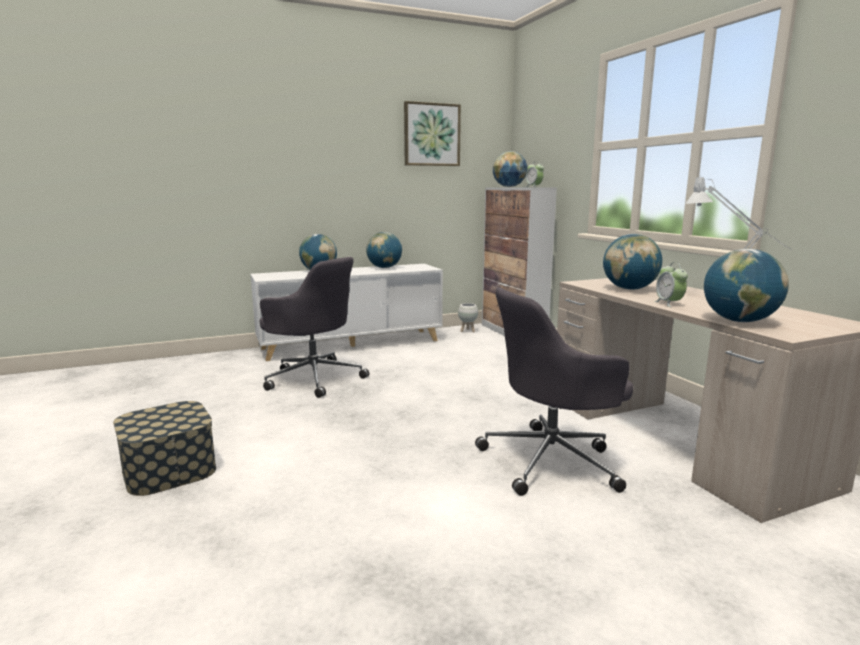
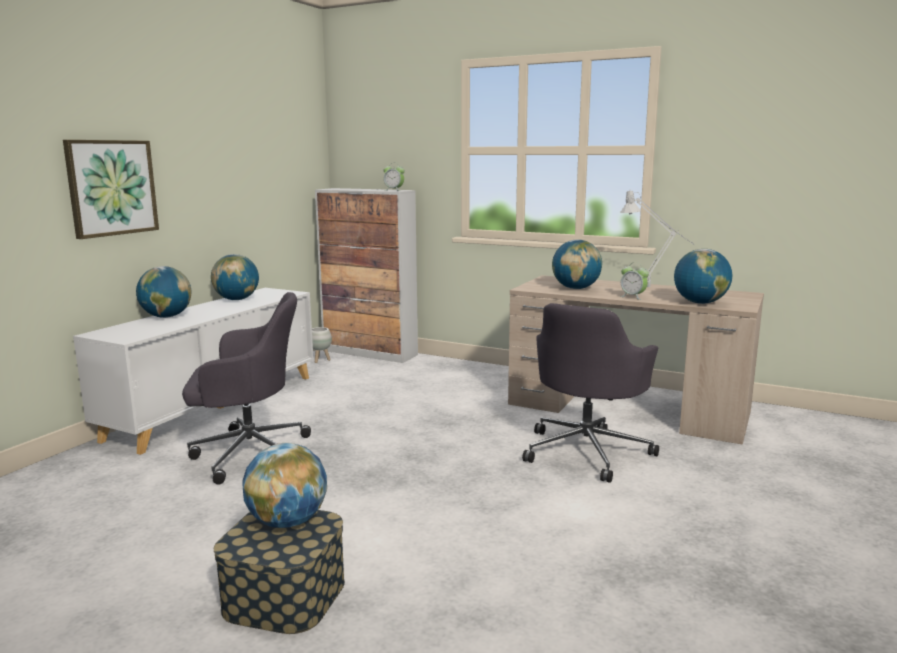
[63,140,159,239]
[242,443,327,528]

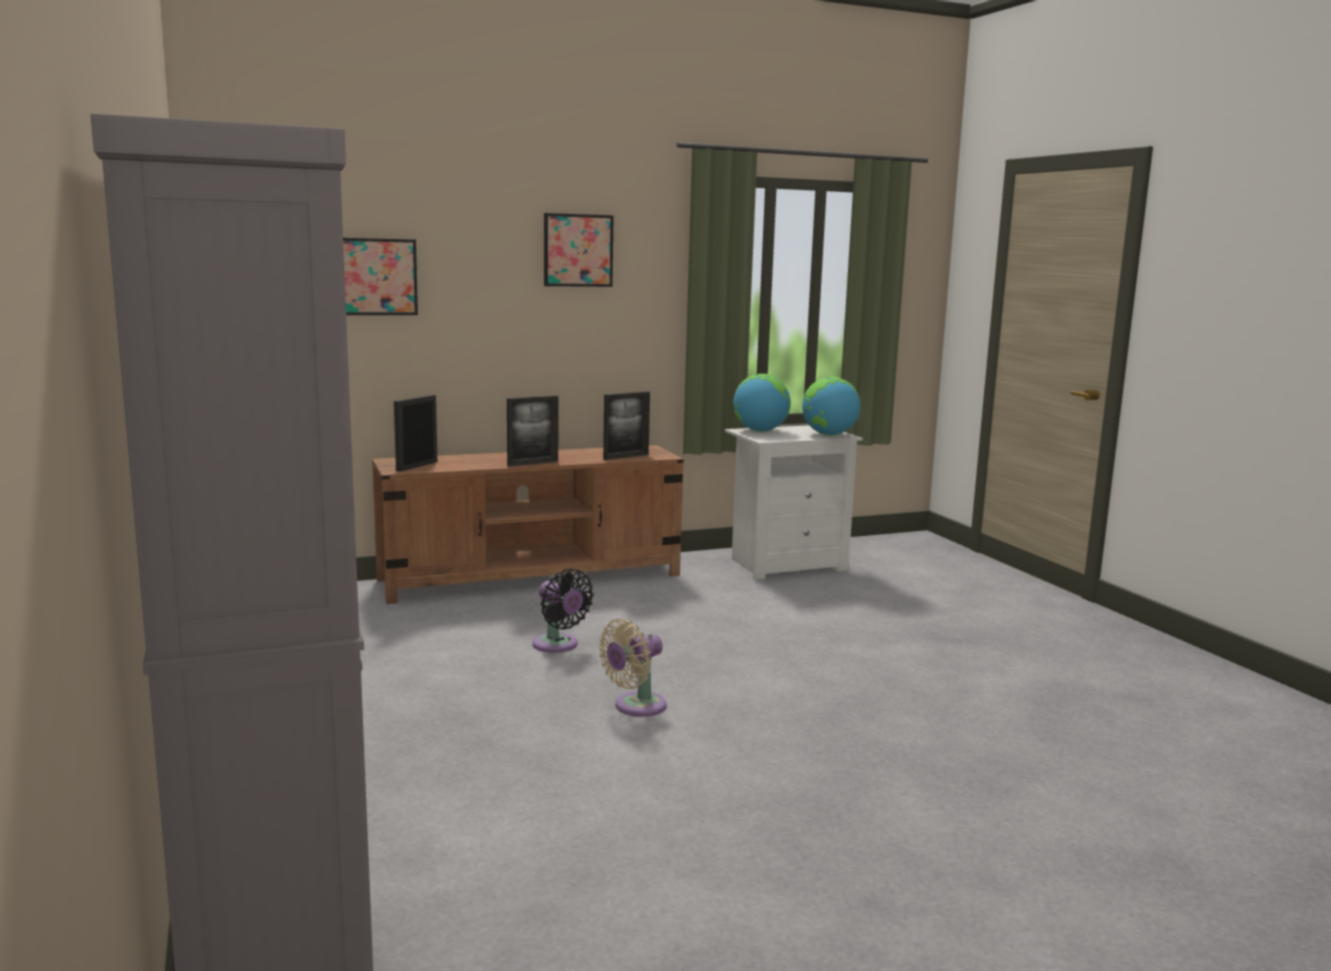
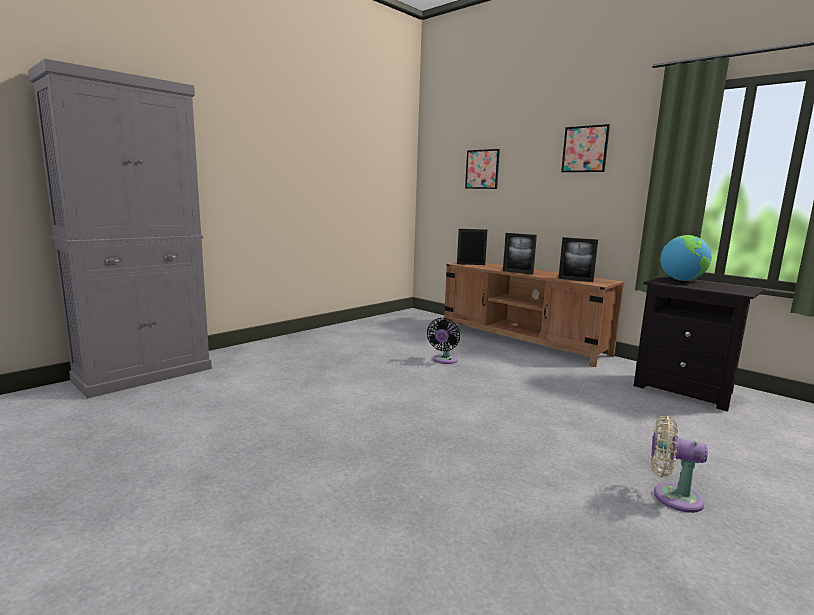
[802,377,860,436] (first image)
[633,276,765,412]
[651,416,708,513]

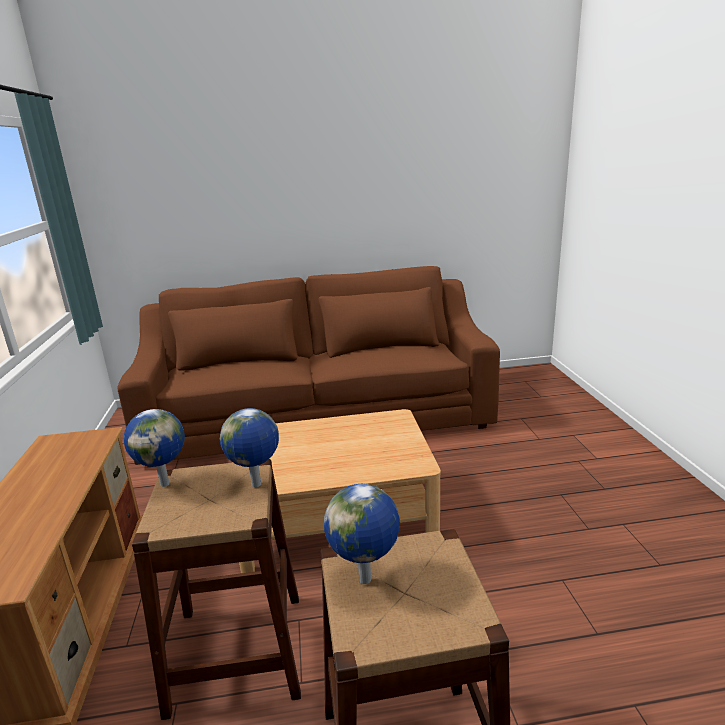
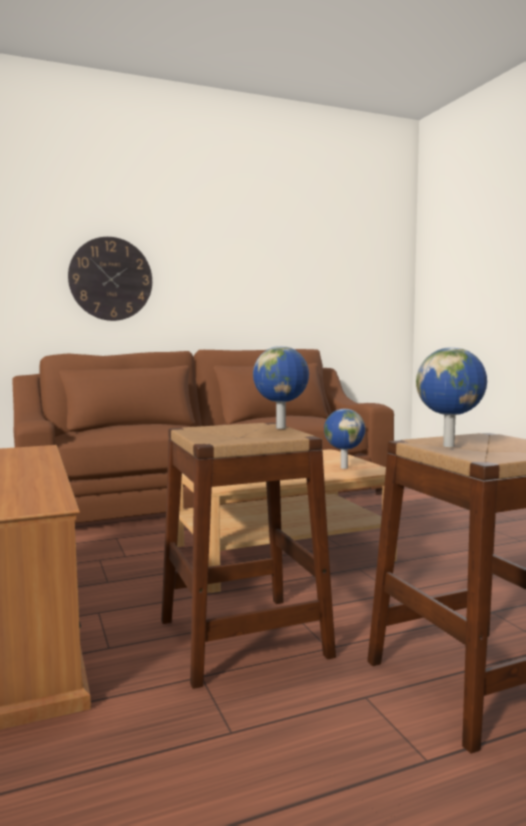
[324,409,365,469]
[68,237,152,321]

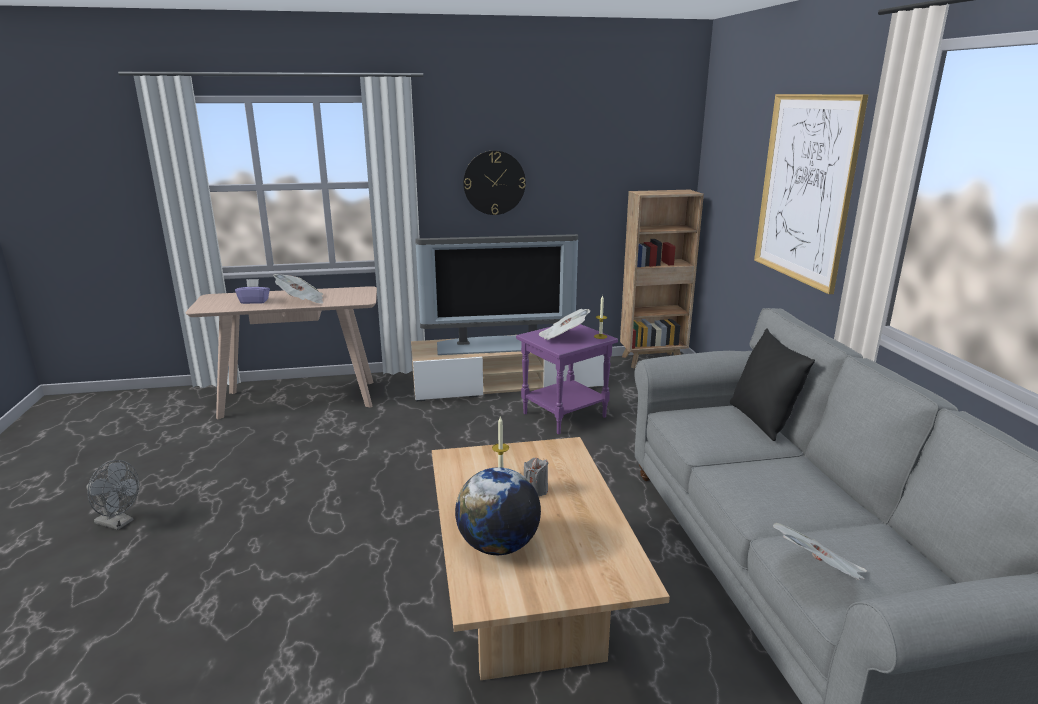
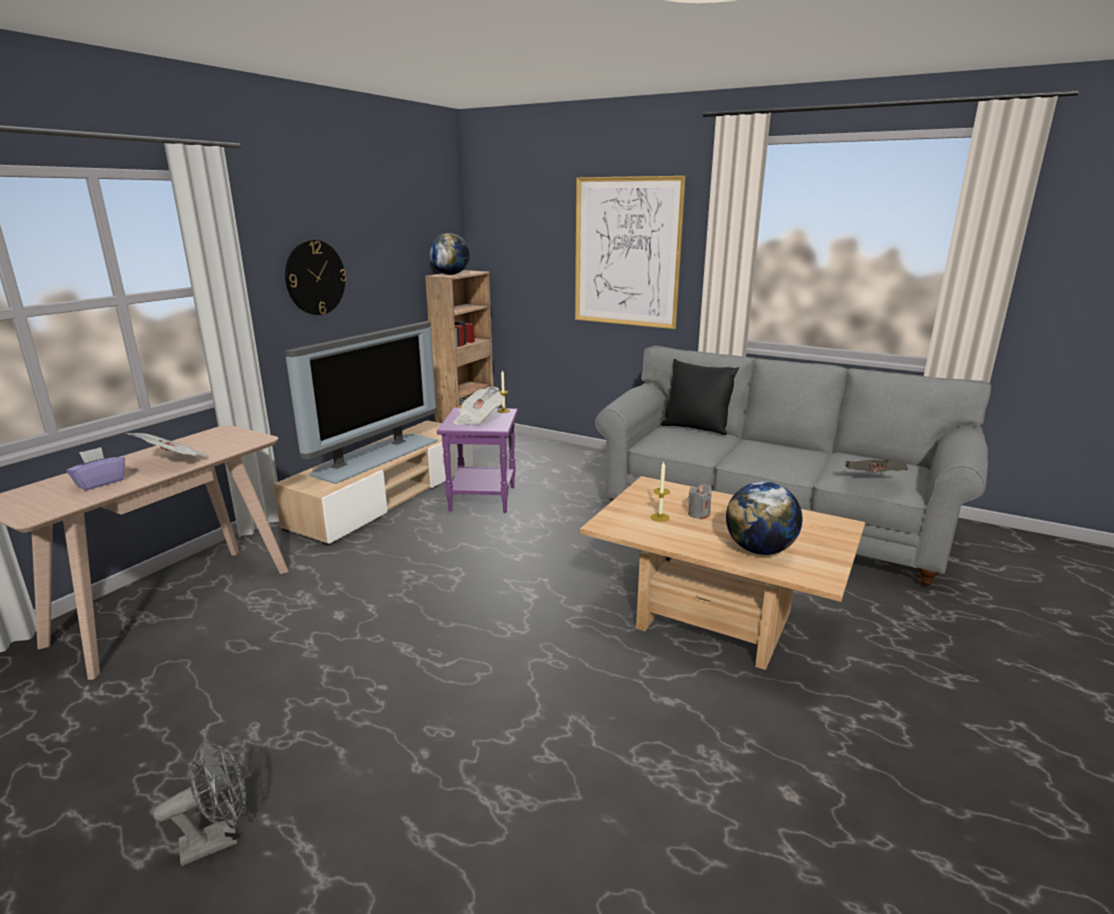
[429,233,470,275]

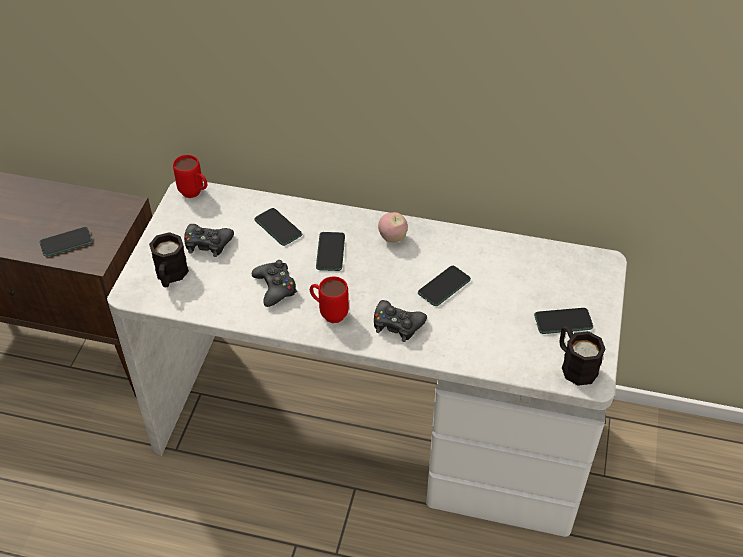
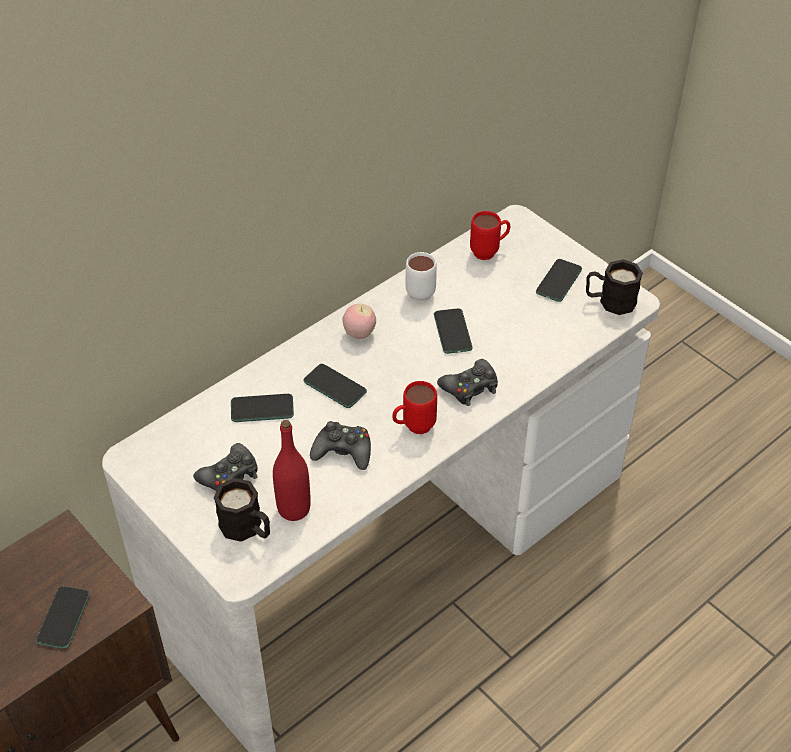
[470,211,510,260]
[406,252,437,302]
[273,420,311,521]

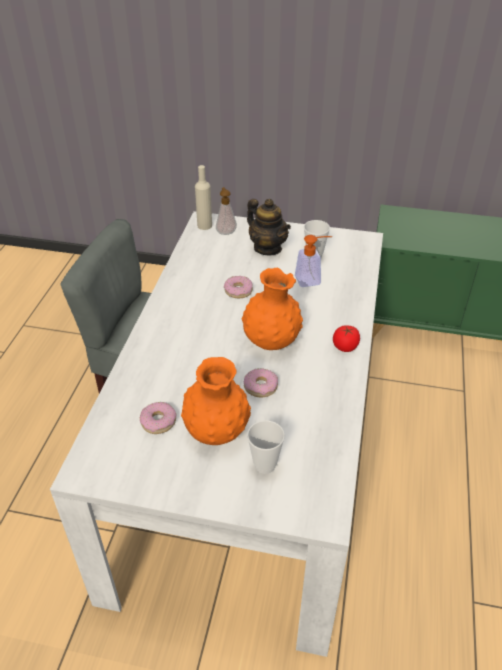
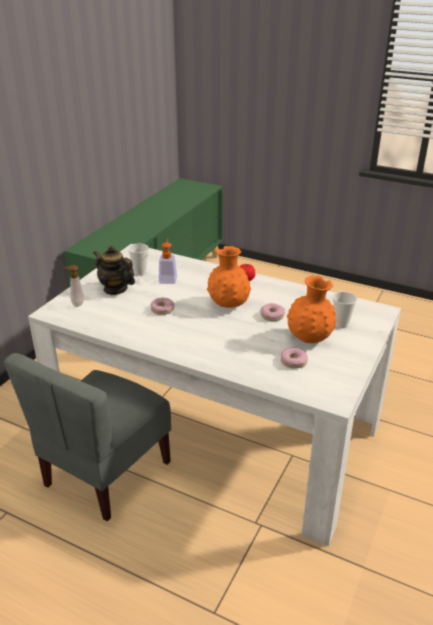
[195,165,212,230] (first image)
[93,246,135,295]

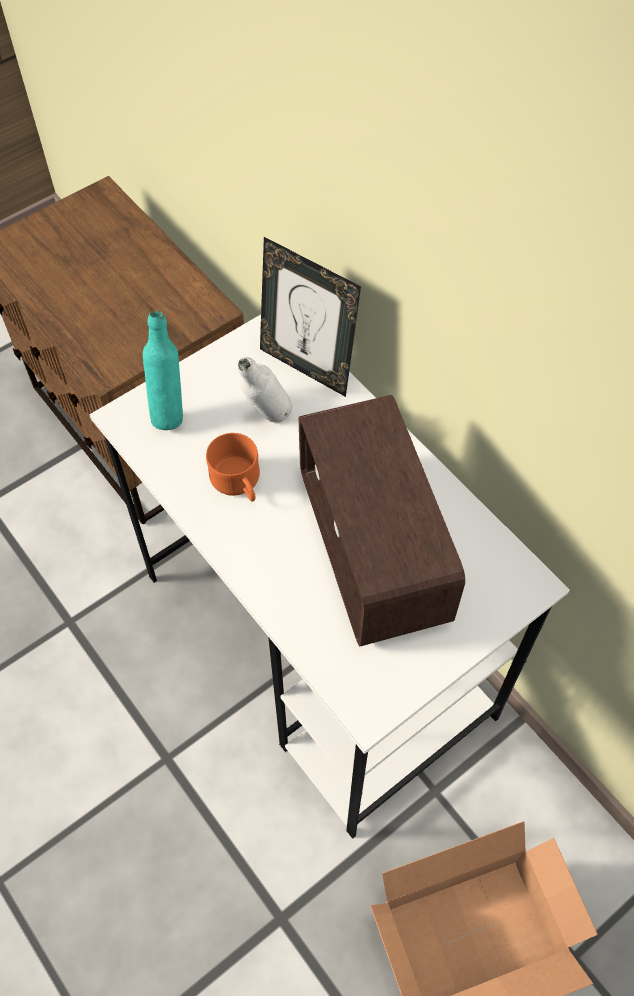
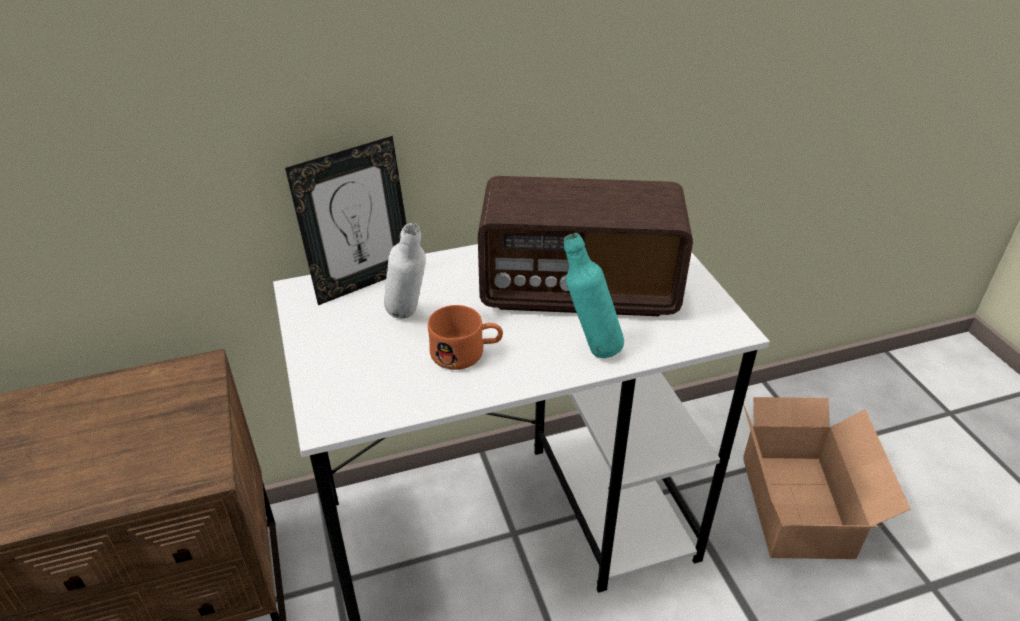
[564,233,624,358]

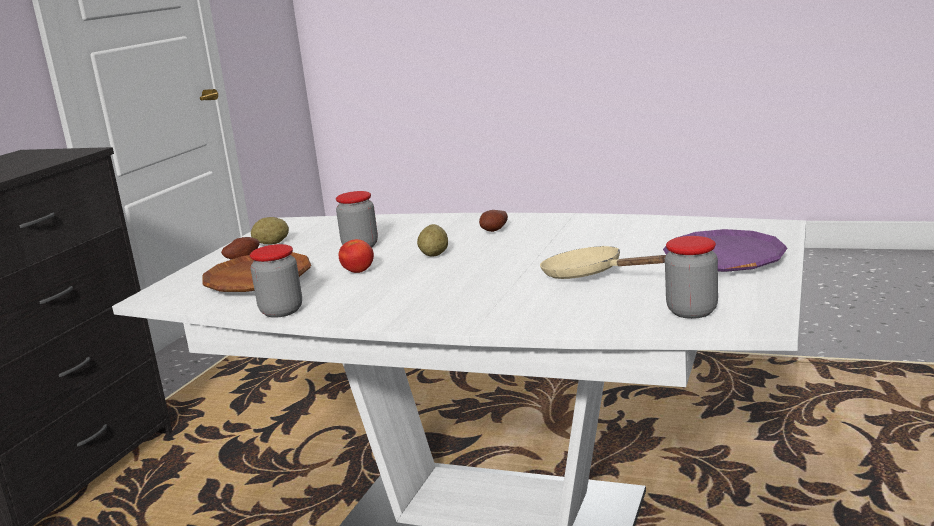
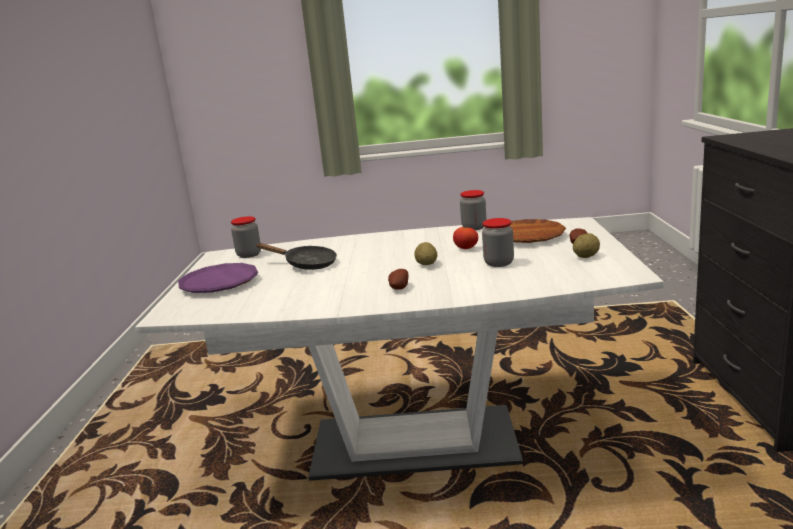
[256,243,337,270]

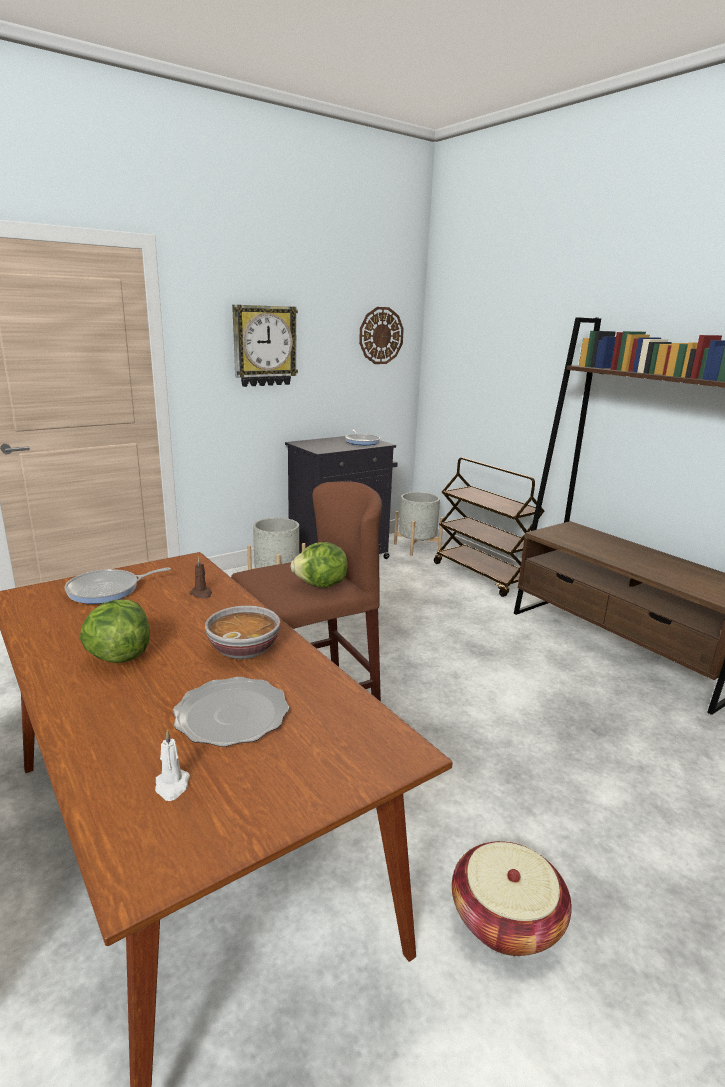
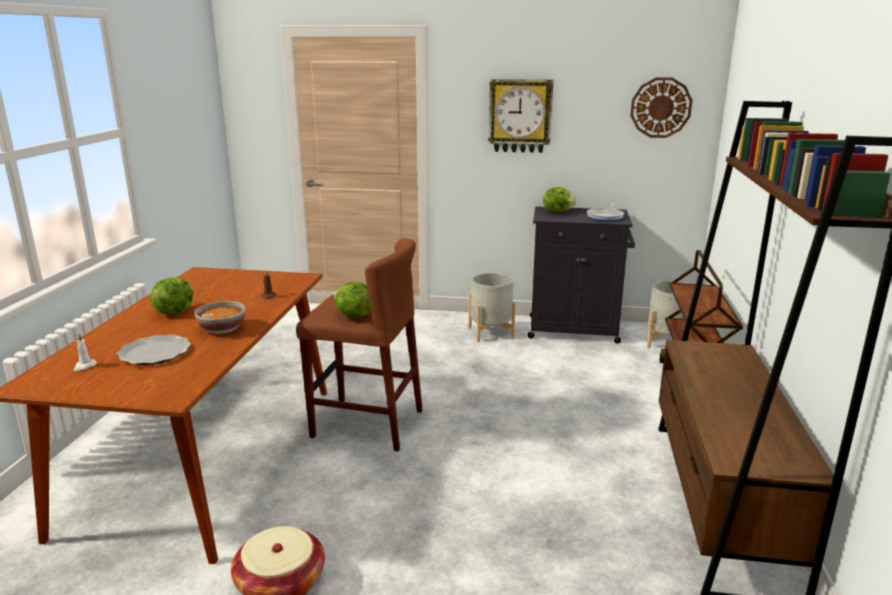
[65,567,171,604] (first image)
[543,187,577,213]

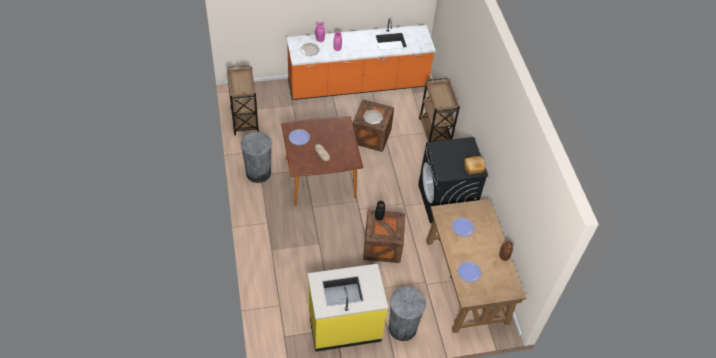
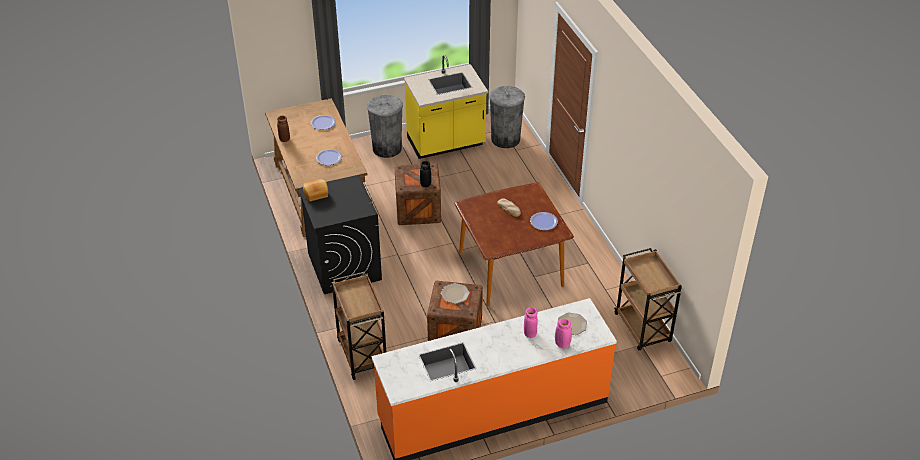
[489,86,525,148]

